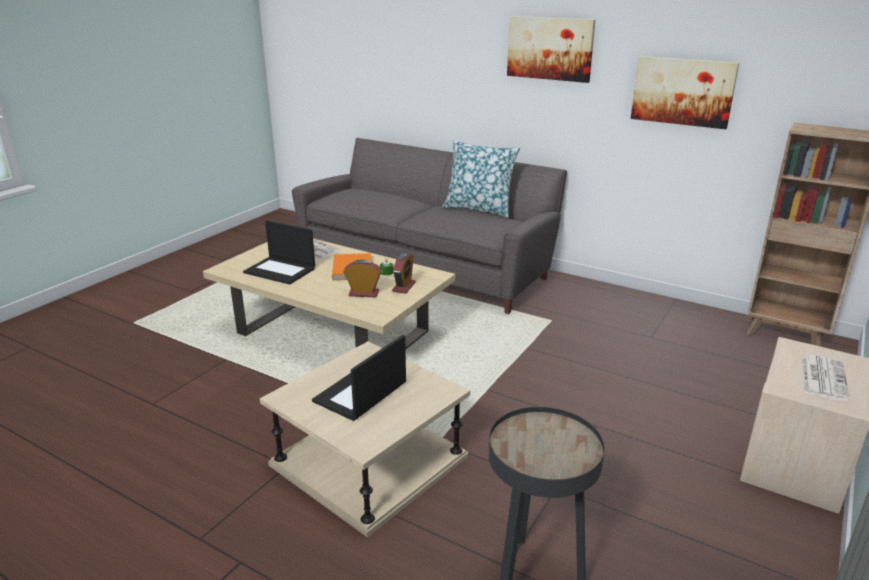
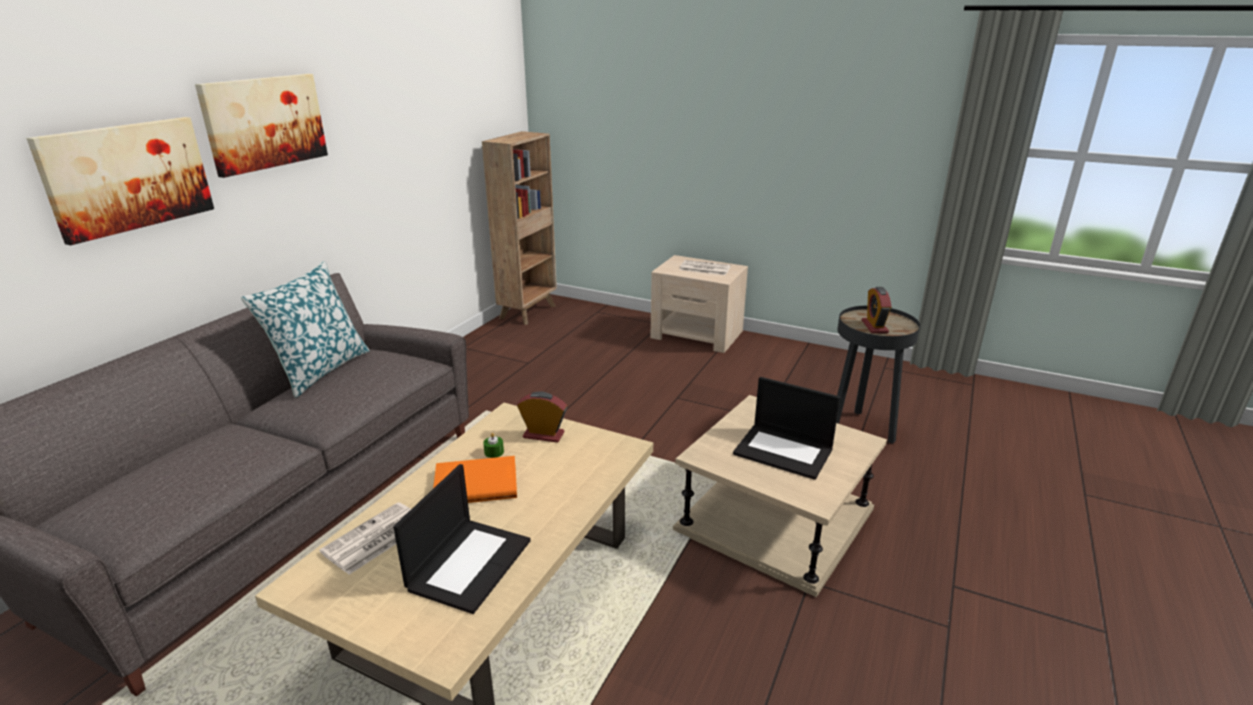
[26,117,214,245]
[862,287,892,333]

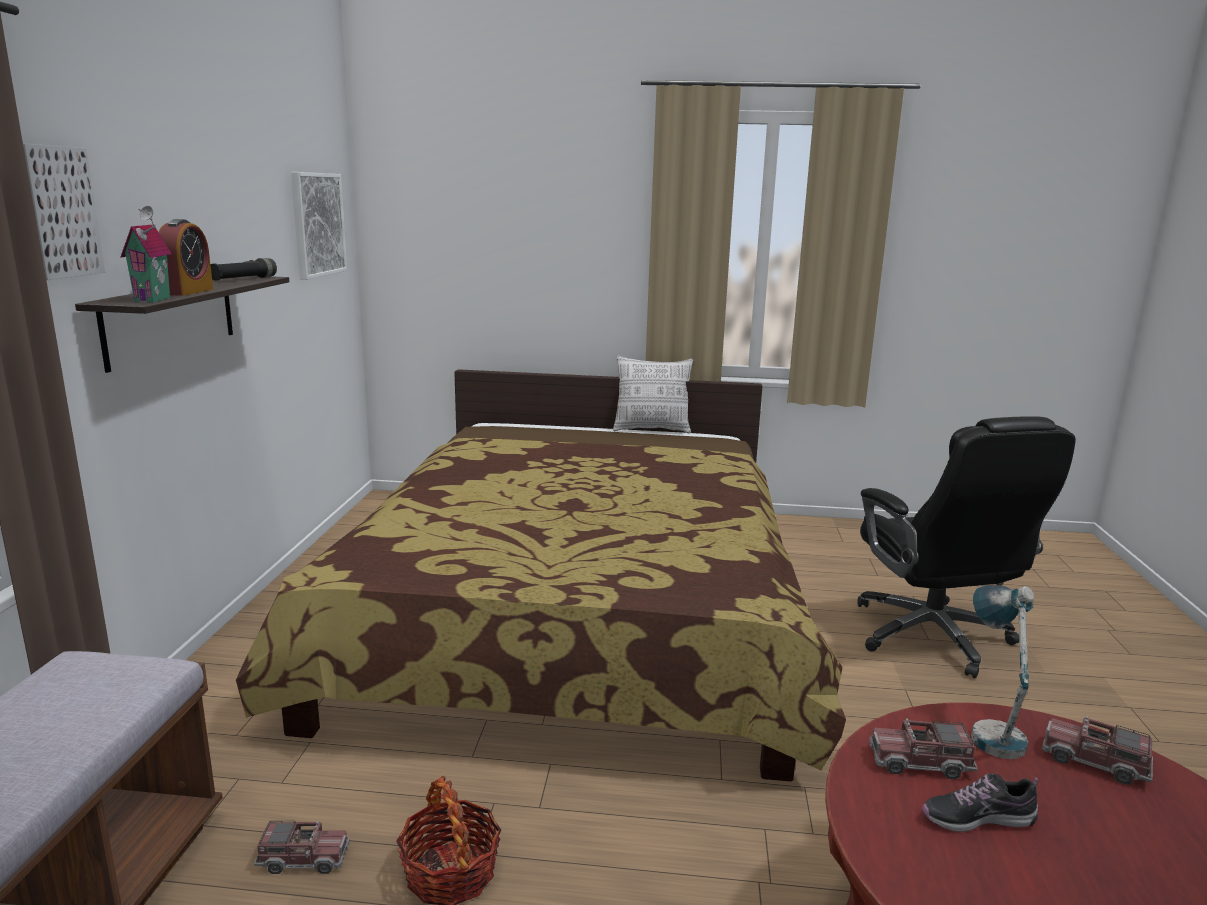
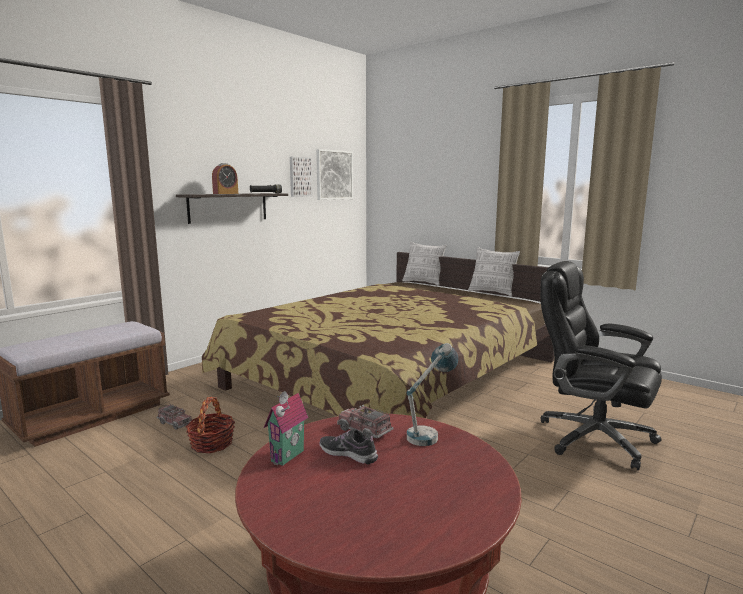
[290,157,312,197]
[264,391,308,466]
[540,261,662,470]
[1042,716,1153,785] (first image)
[402,242,447,286]

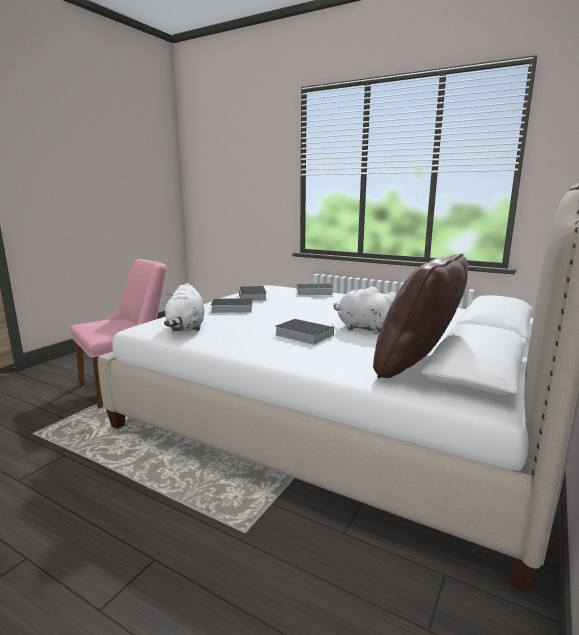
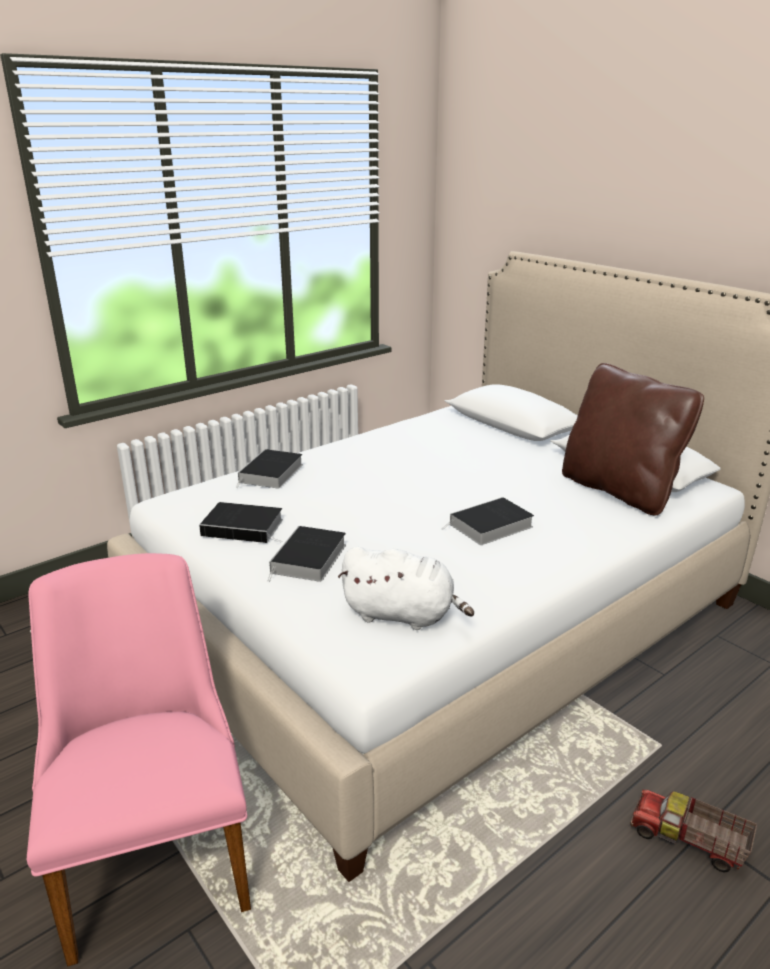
[334,286,396,334] (first image)
[630,789,757,872]

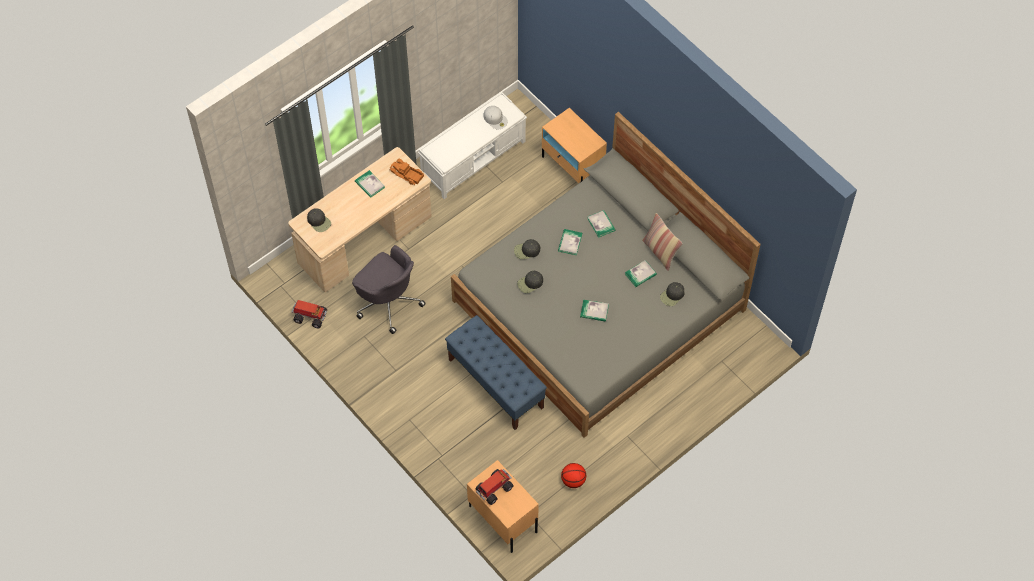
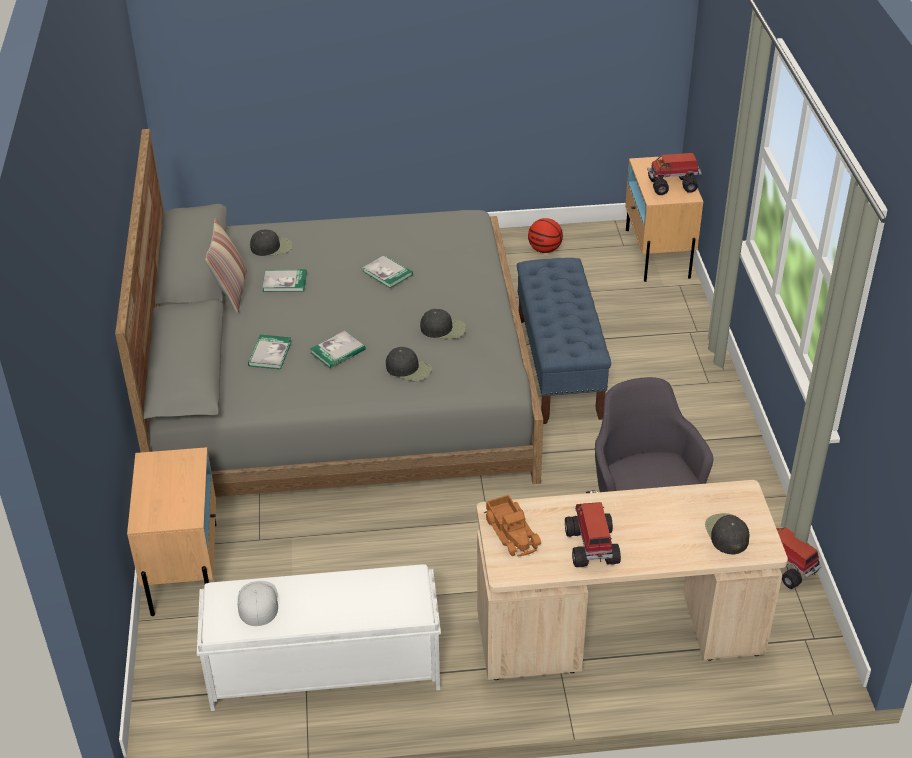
[565,502,621,567]

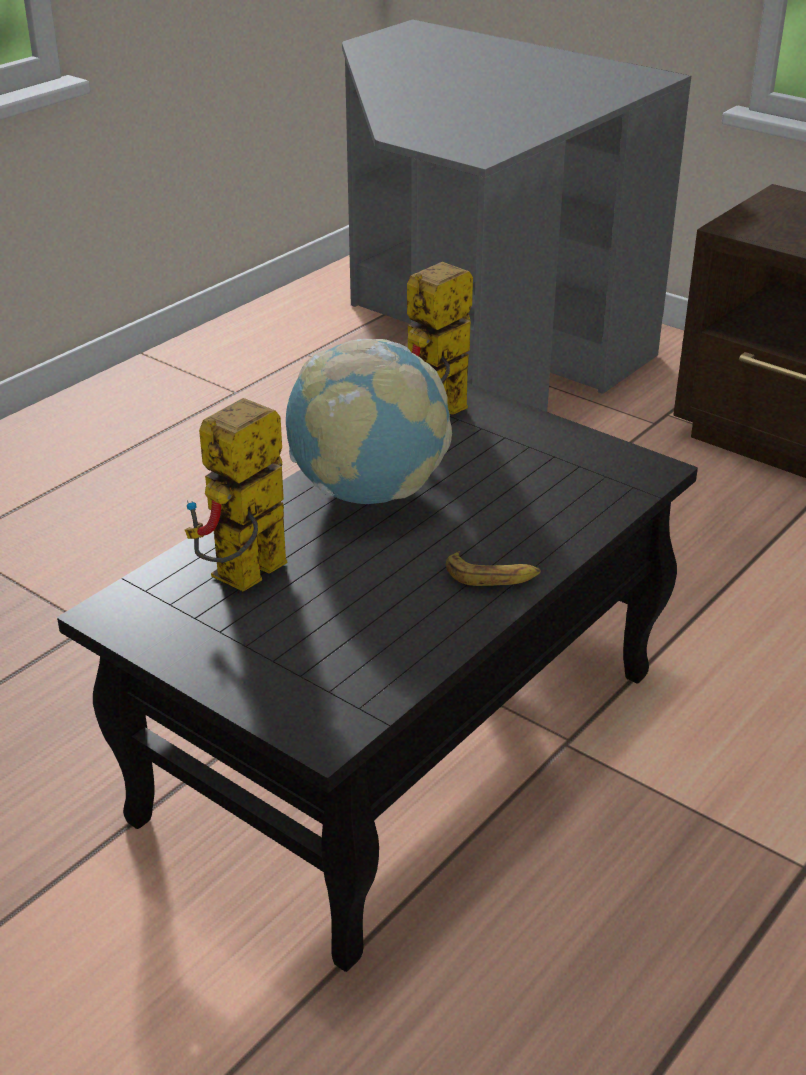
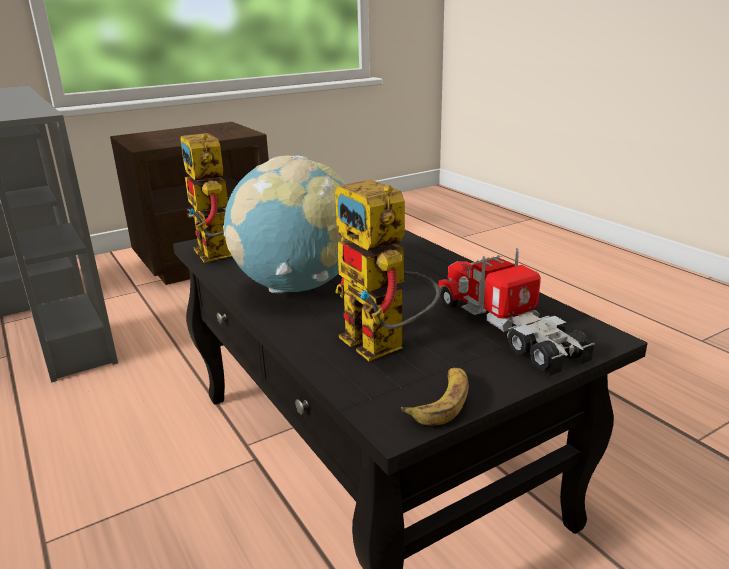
[401,368,468,426]
[438,248,595,376]

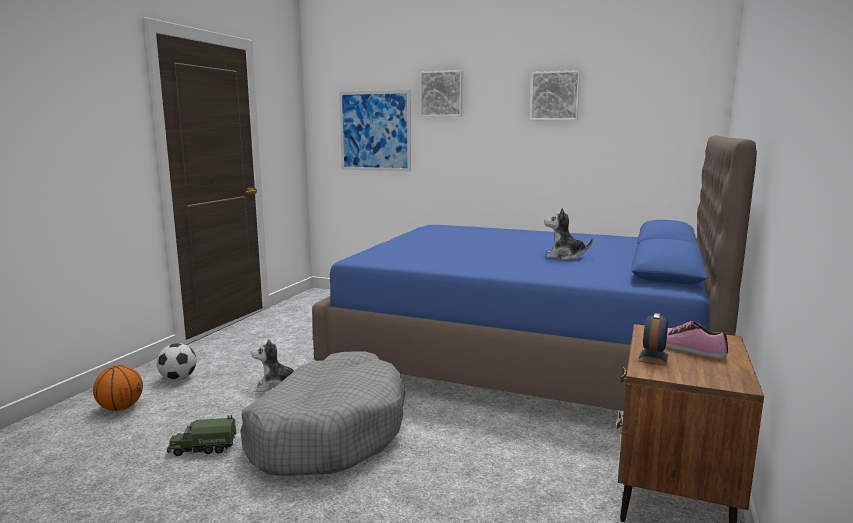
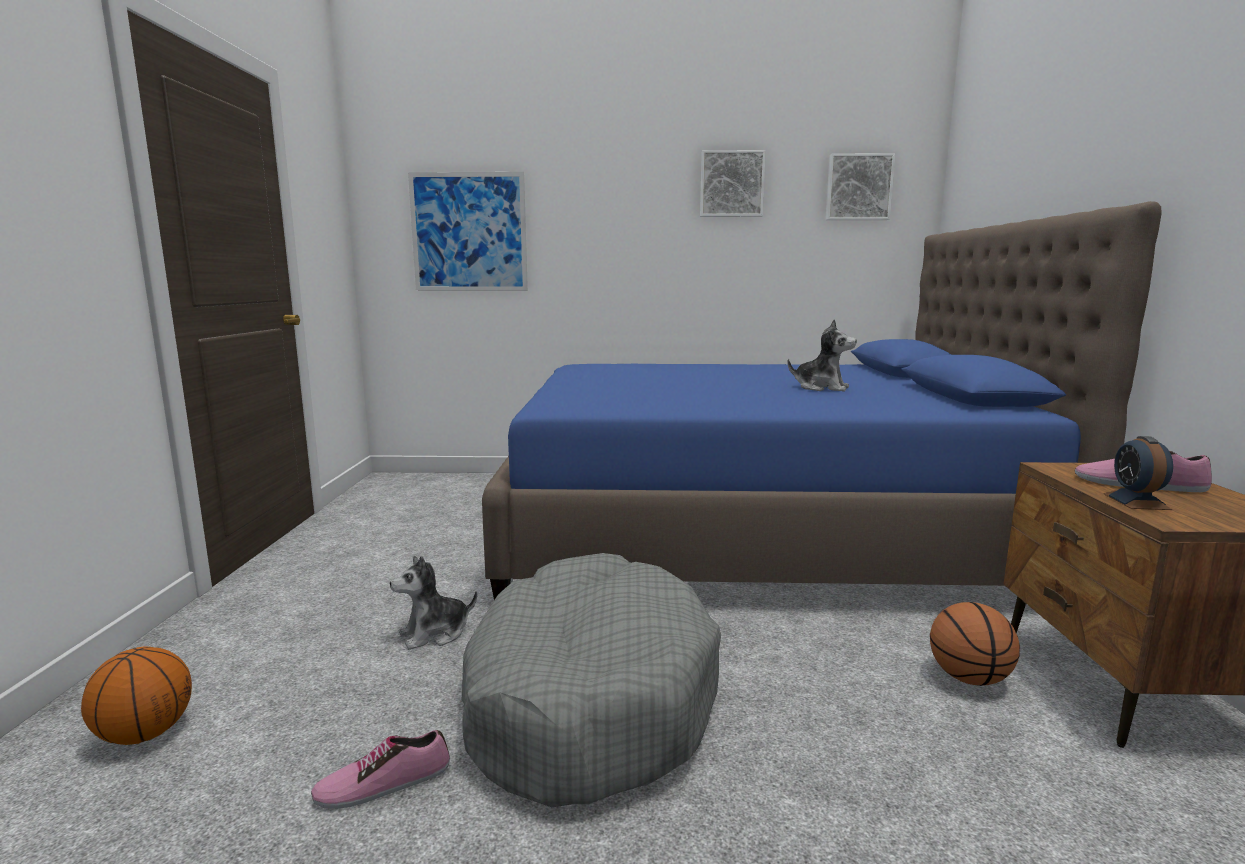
[825,153,896,220]
[787,319,857,392]
[157,343,196,380] (first image)
[311,730,450,809]
[930,602,1020,686]

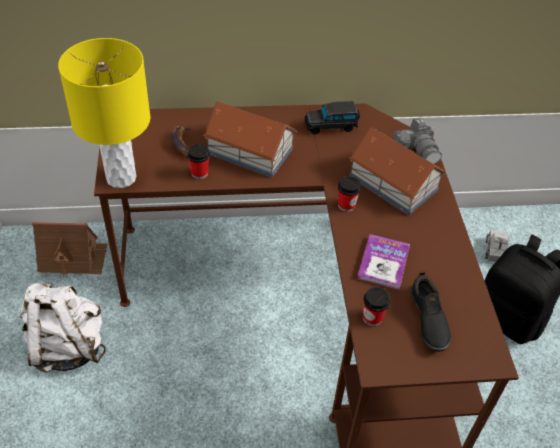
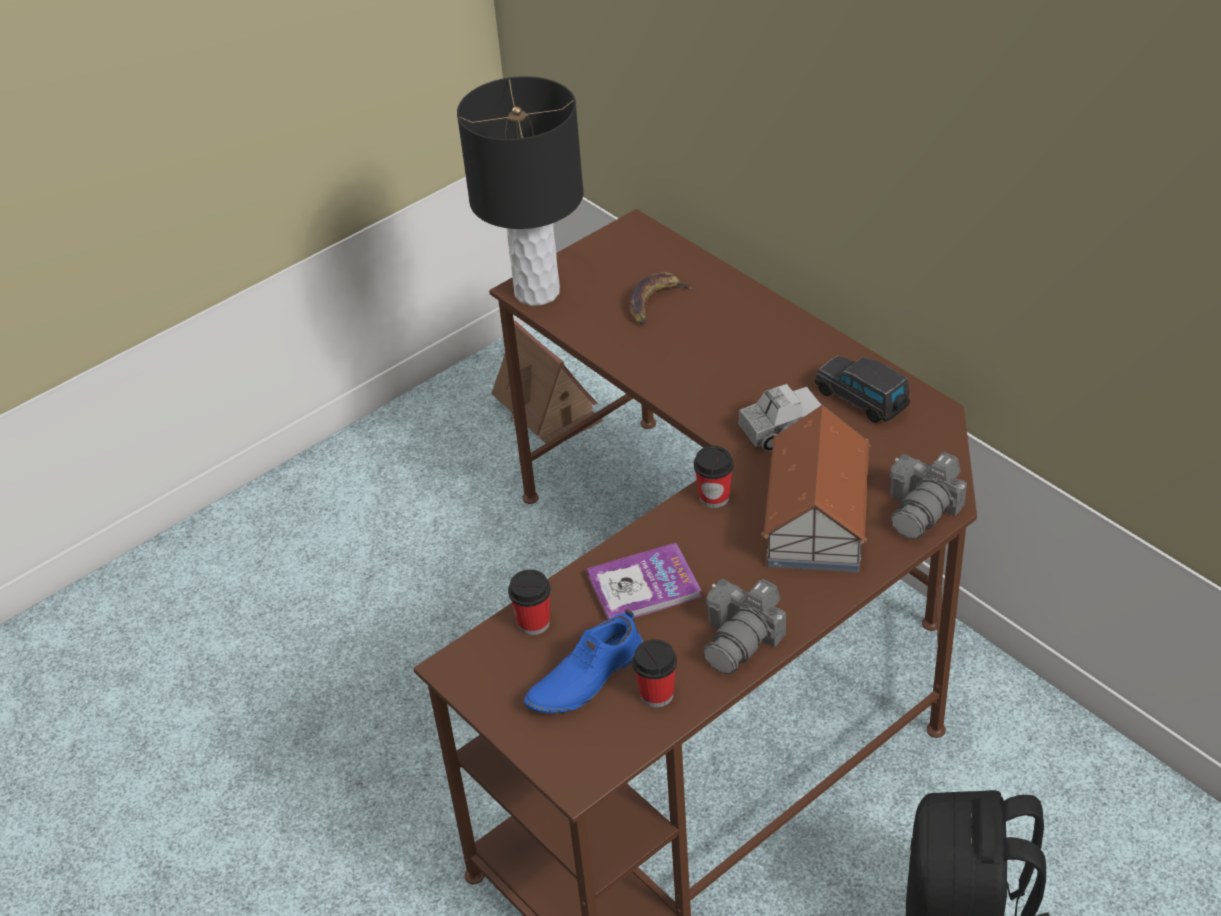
[457,76,584,306]
[204,102,297,178] (first image)
[632,639,677,707]
[739,384,821,451]
[523,609,643,714]
[20,281,106,373] (first image)
[703,578,786,674]

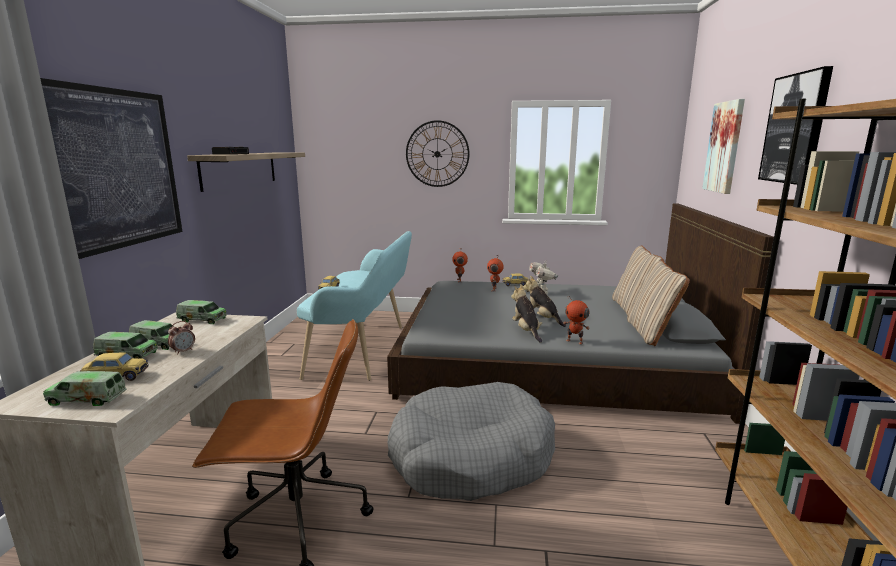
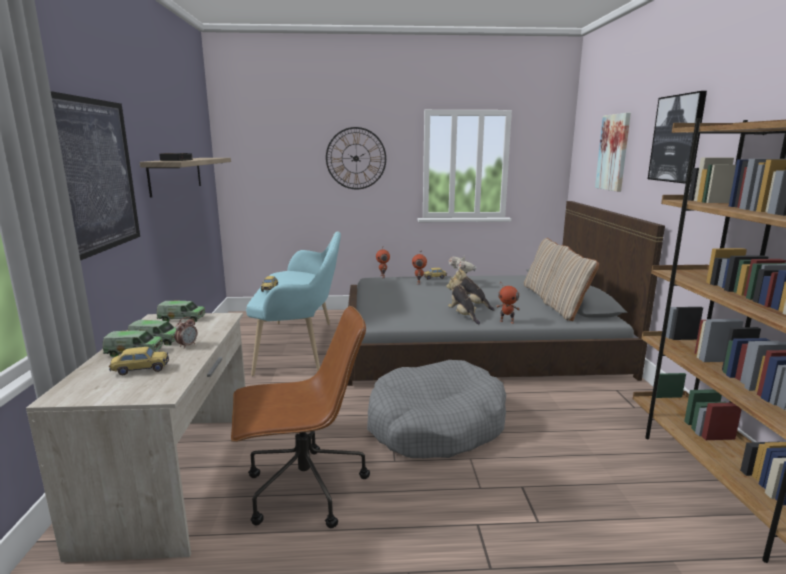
[43,371,127,406] (first image)

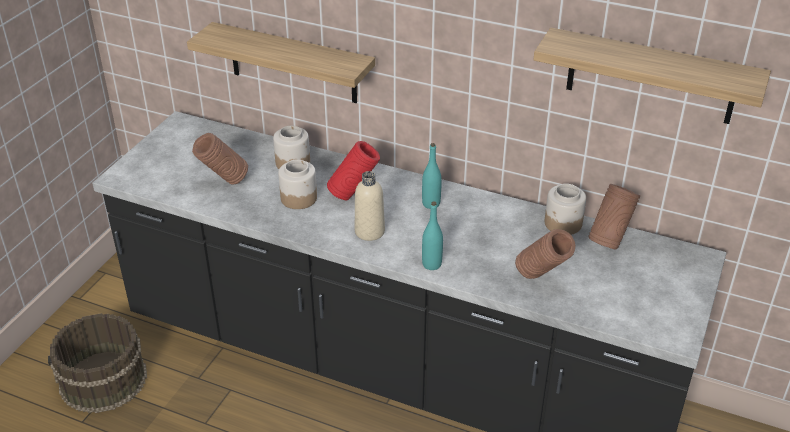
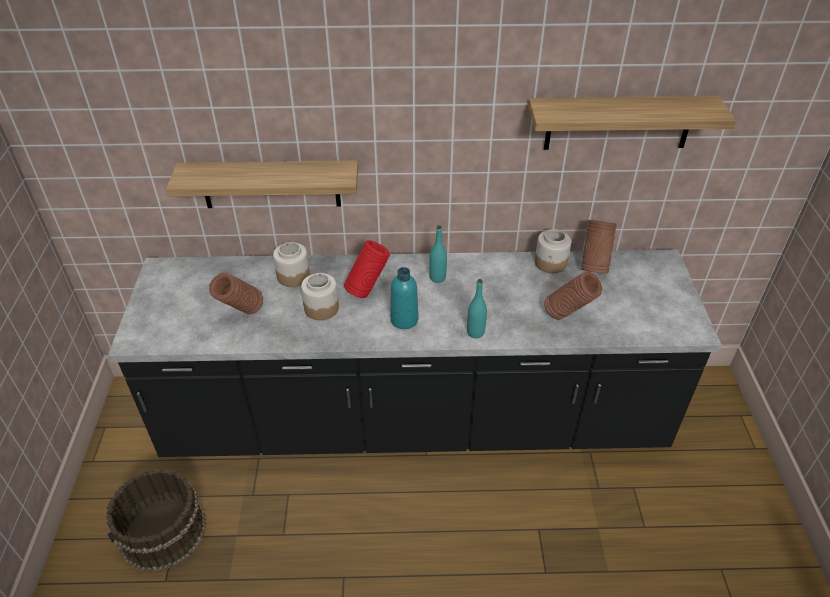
[390,267,418,329]

